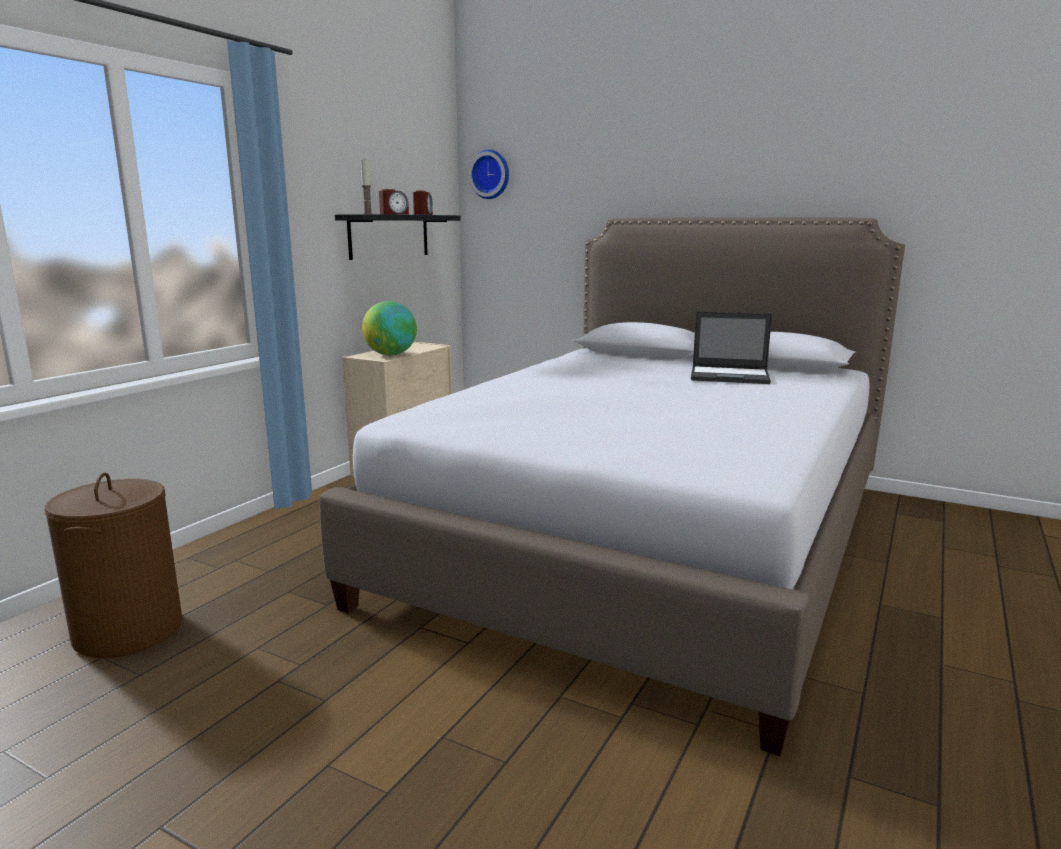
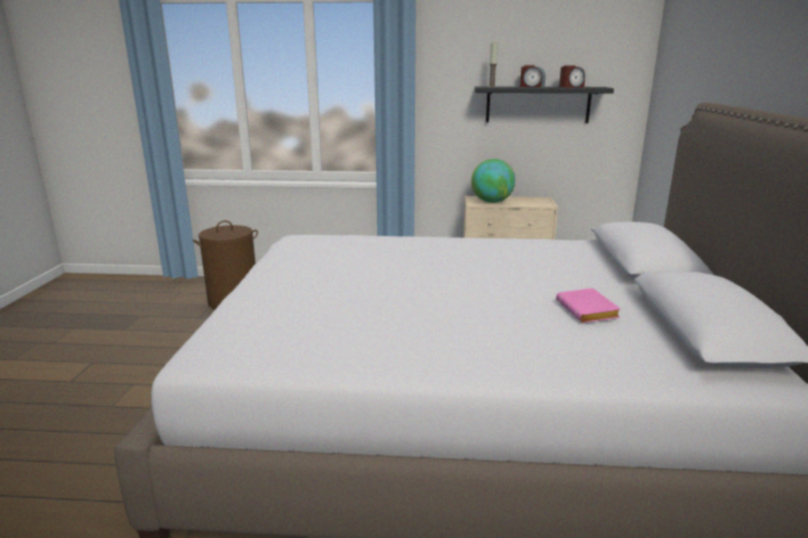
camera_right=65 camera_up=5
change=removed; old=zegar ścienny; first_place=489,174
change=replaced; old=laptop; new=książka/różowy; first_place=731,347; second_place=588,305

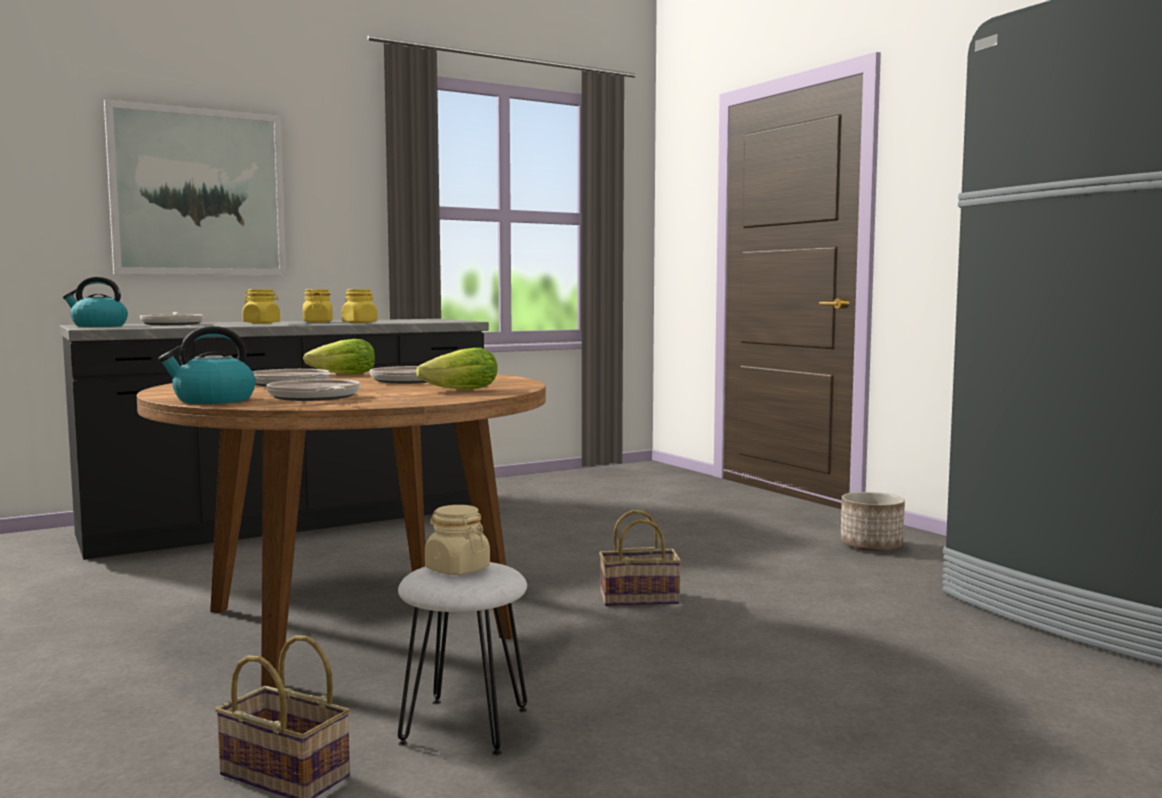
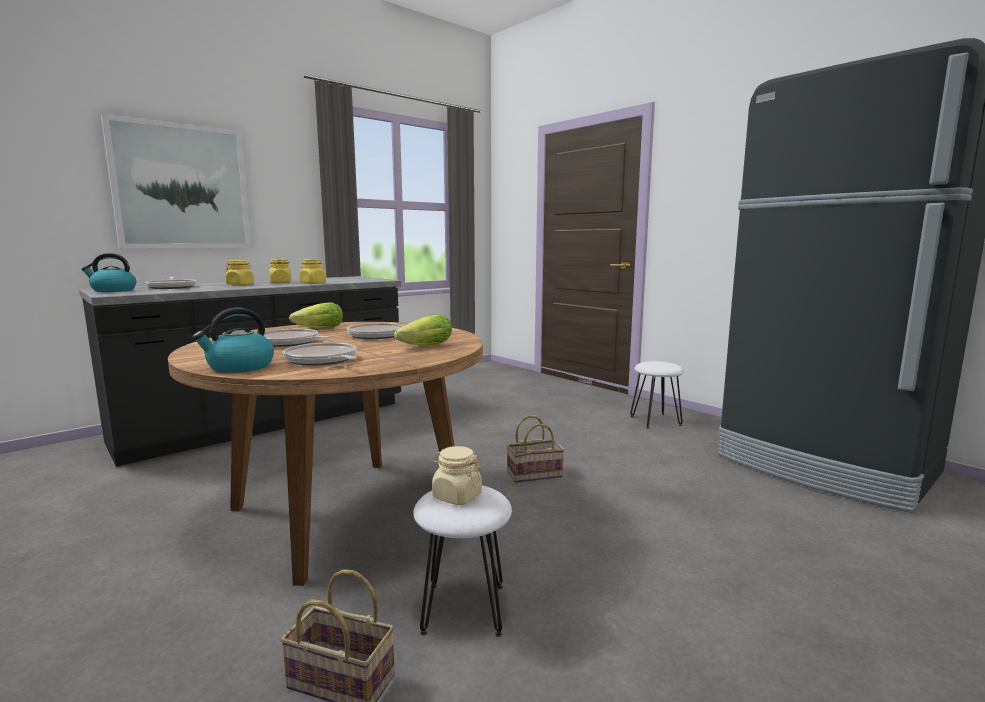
camera_right=-10 camera_up=5
change=replaced; old=donica; new=stołek/biały; first_place=872,521; second_place=657,394

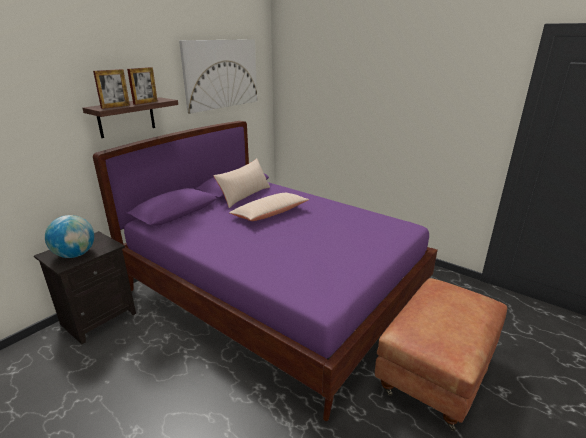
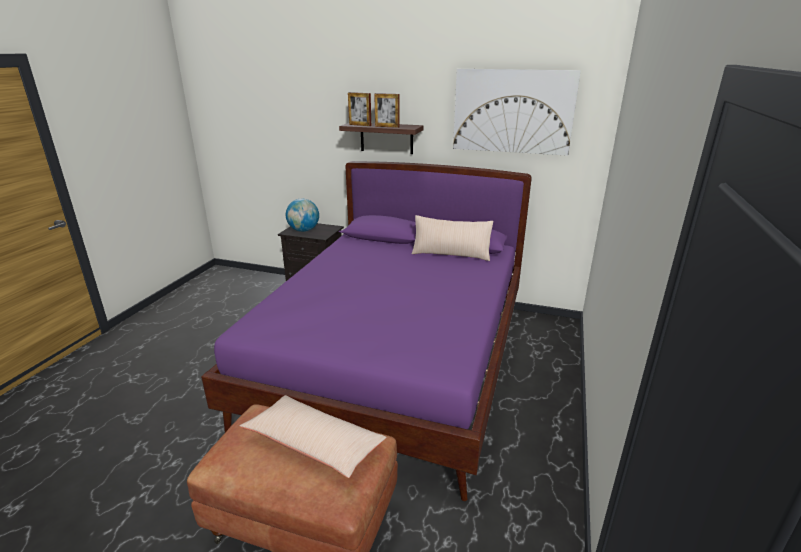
camera_right=70 camera_up=0
change=moved; old=poduszka/beżowy; first_place=269,207; second_place=313,436

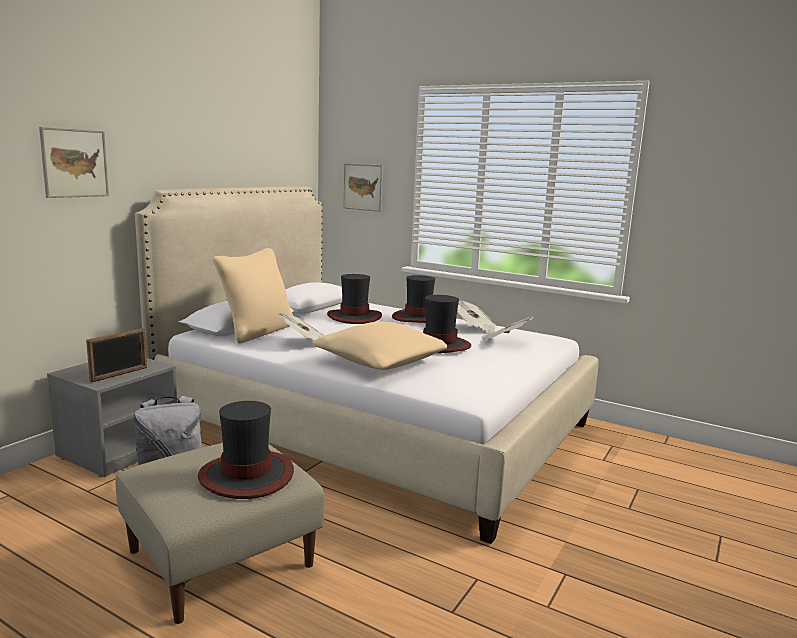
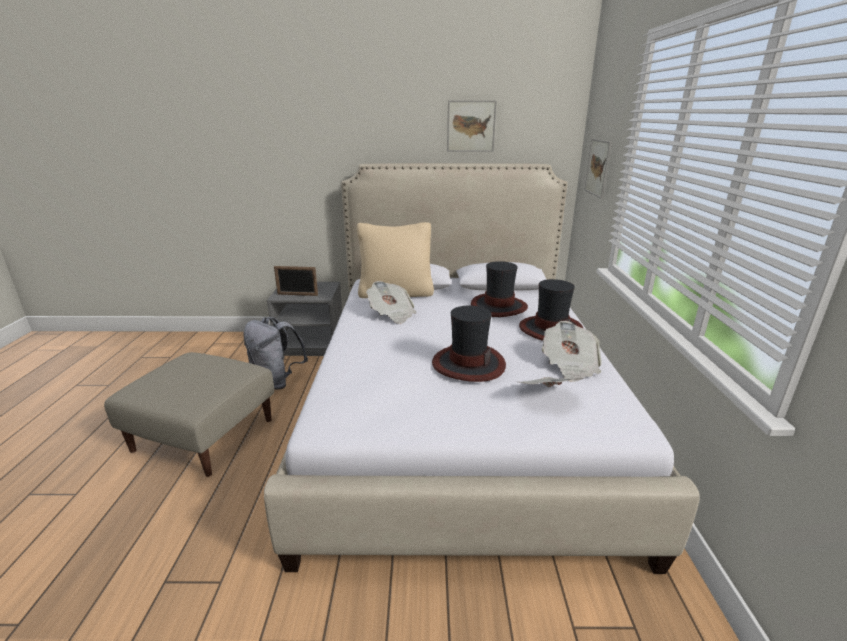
camera_right=60 camera_up=10
change=moved; old=obraz; first_place=74,162; second_place=472,126
change=removed; old=poduszka/beżowy; first_place=380,345
change=removed; old=kapelusz; first_place=246,450

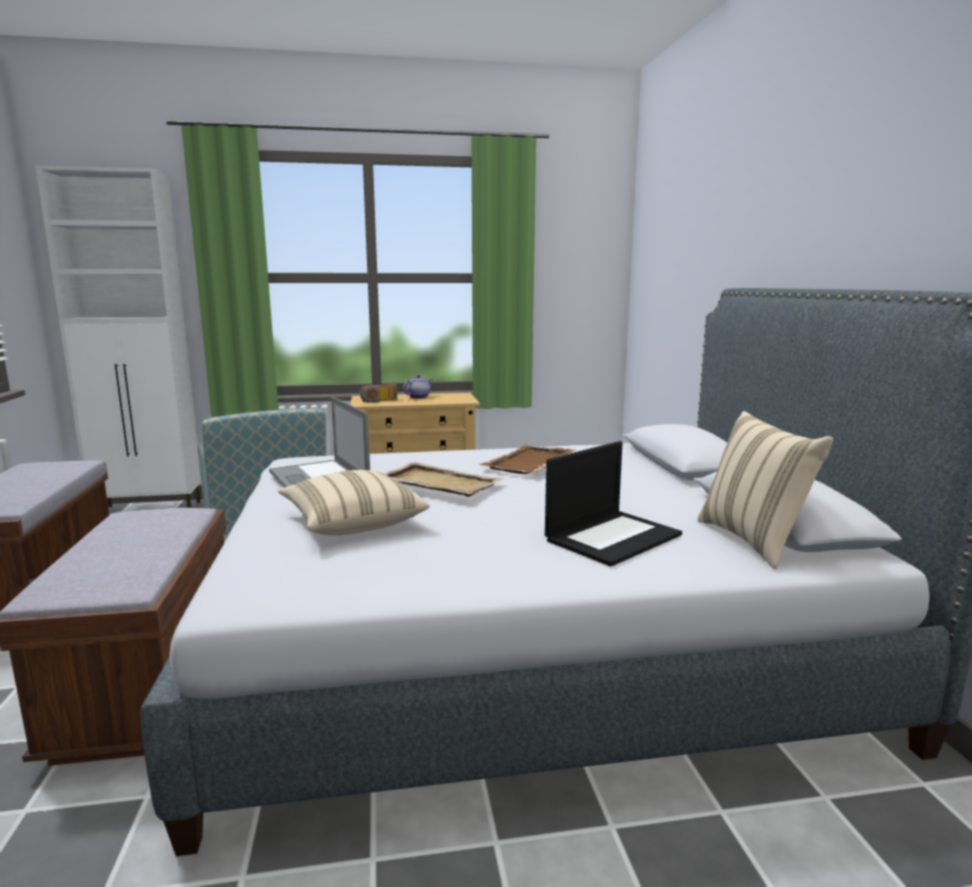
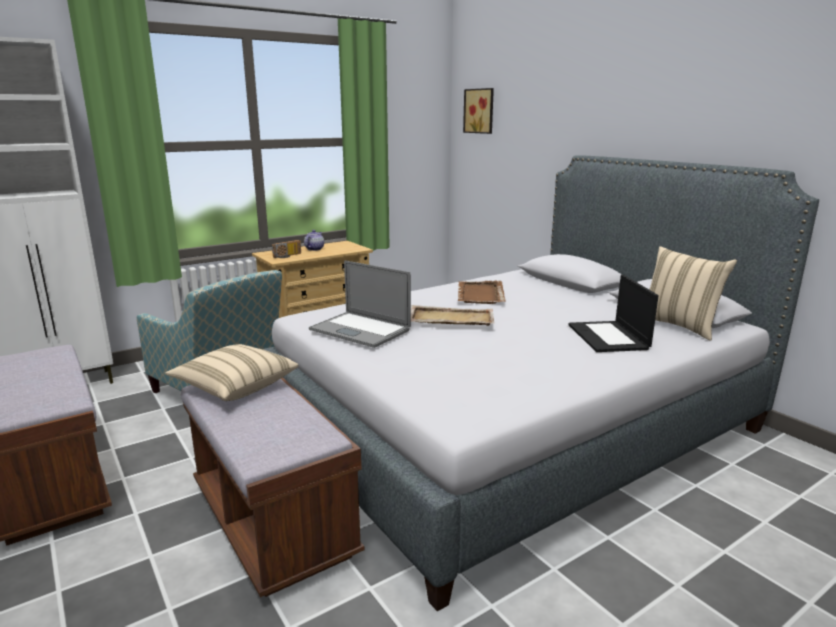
camera_right=-25 camera_up=5
change=turned; old=laptop; first_place=613,504; second_place=613,313; degrees=150
change=moved; old=poduszka/beżowy; first_place=354,502; second_place=232,372
change=added; new=obraz; second_place=478,111

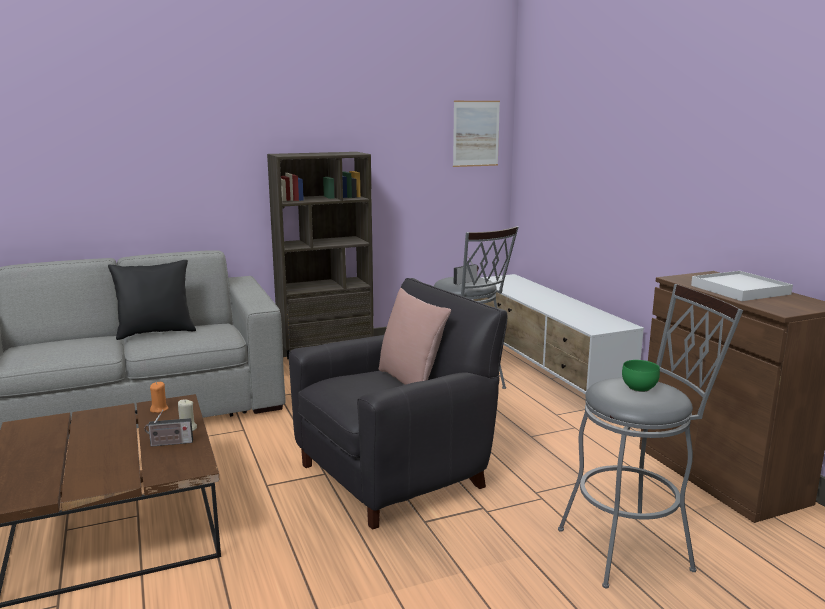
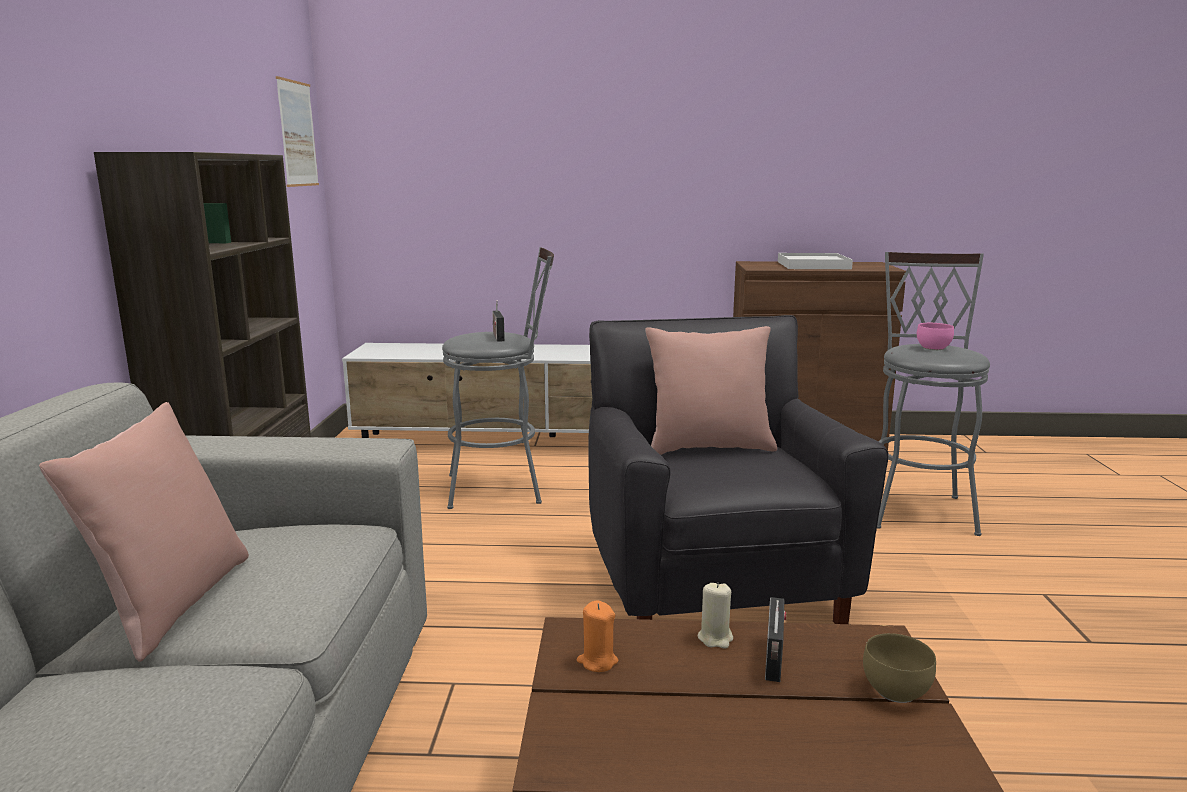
camera_right=-65 camera_up=0
change=recoloured; old=poduszka/czarny; new=poduszka/różowy; first_place=152,300; second_place=144,532
change=recoloured; old=miska/zielony; new=miska/różowy; first_place=641,376; second_place=935,336
change=added; new=miska/brązowy; second_place=899,668

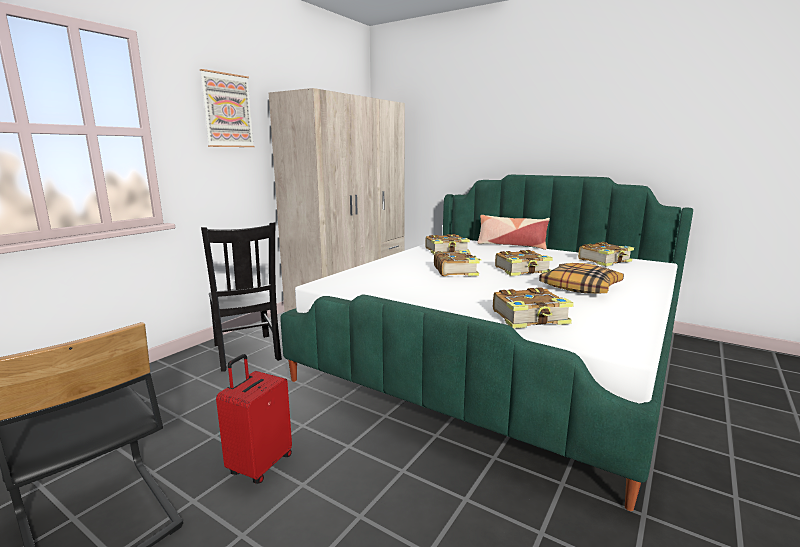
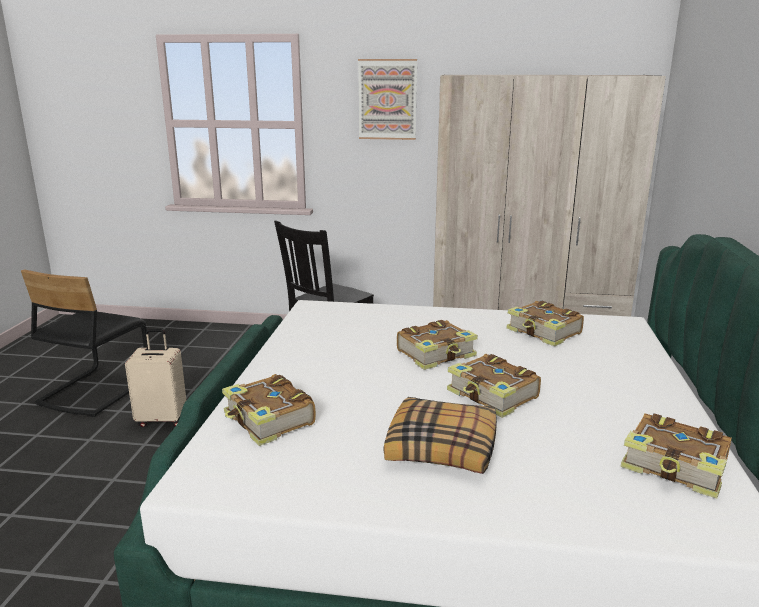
camera_right=65 camera_up=5
change=removed; old=poduszka; first_place=513,232
change=recoloured; old=walizka/czerwony; new=walizka/beżowy; first_place=254,419; second_place=155,378

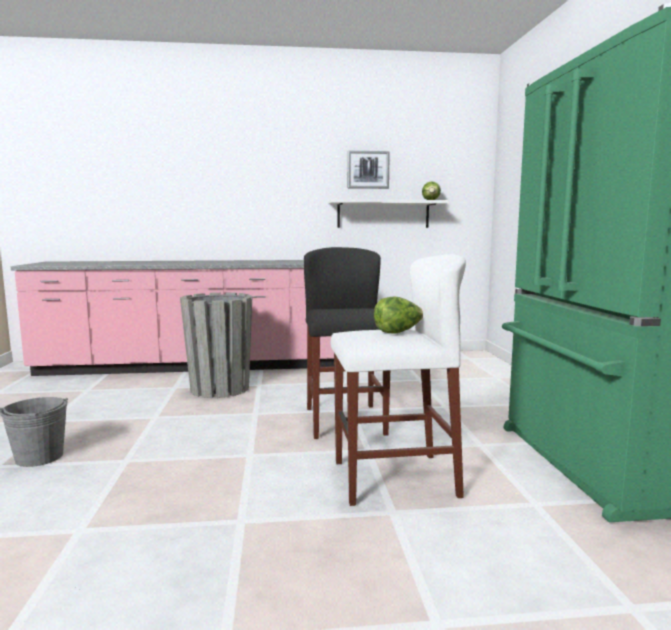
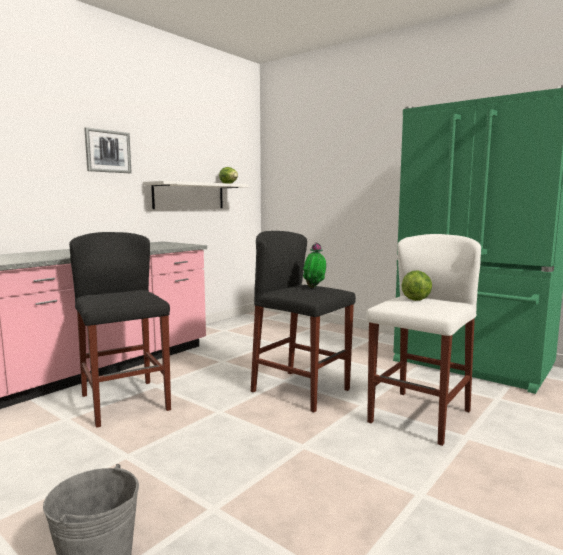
camera_right=-45 camera_up=0
change=moved; old=obraz; first_place=369,170; second_place=108,150
change=replaced; old=donica/szary; new=stołek/czarny; first_place=216,345; second_place=120,330
change=added; new=roślina doniczkowa; second_place=314,265

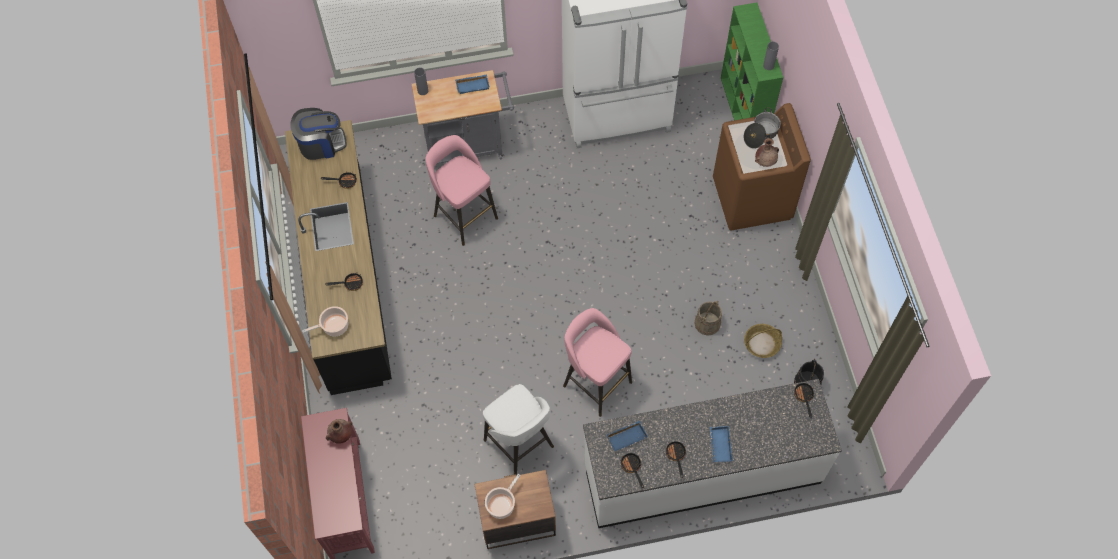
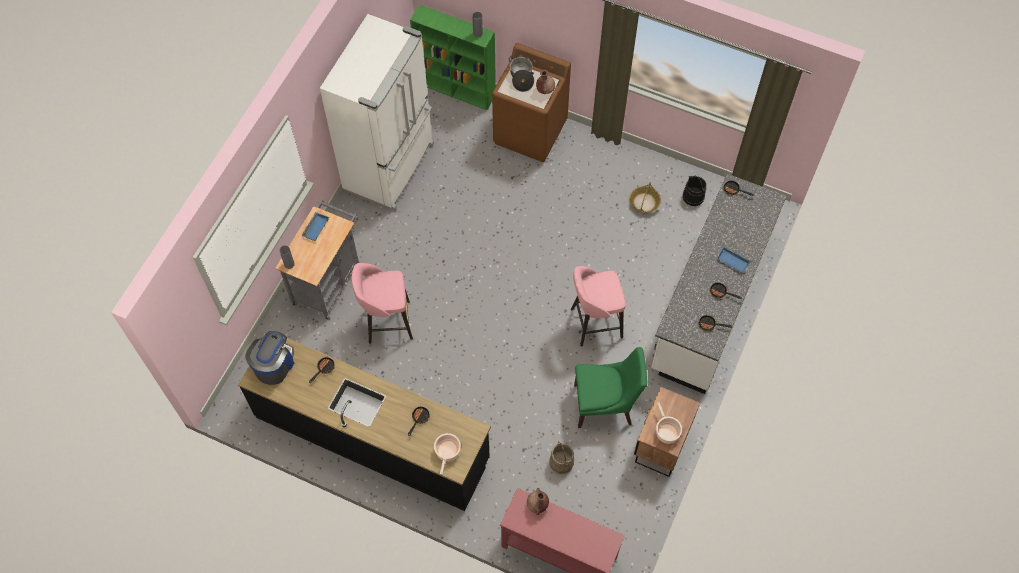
camera_right=-55 camera_up=0
change=moved; old=wiadro/beżowy; first_place=708,318; second_place=561,457
change=replaced; old=stołek/biały; new=krzesło/zielony; first_place=518,430; second_place=610,387
change=removed; old=taca/niebieski; first_place=627,436

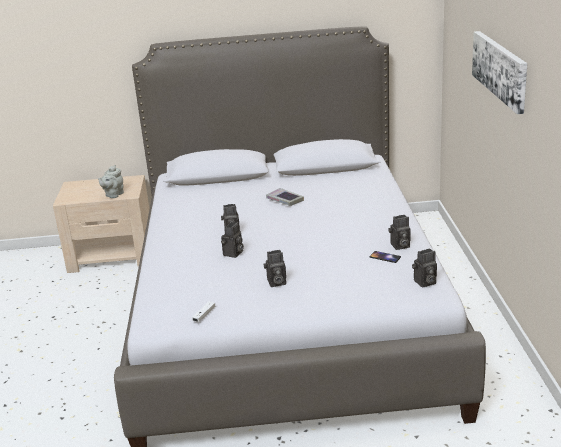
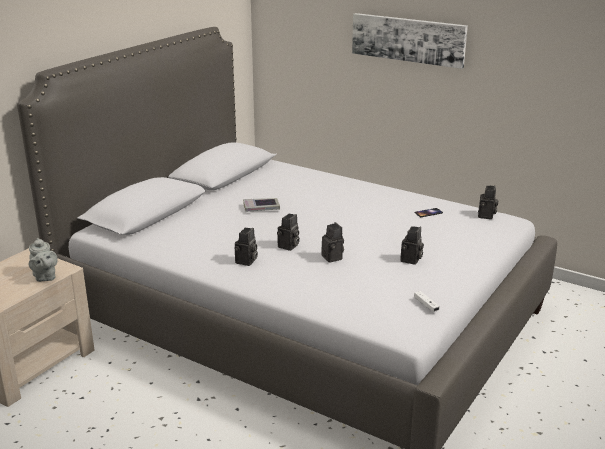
camera_right=-55 camera_up=0
change=moved; old=aparat fotograficzny; first_place=399,232; second_place=246,247

